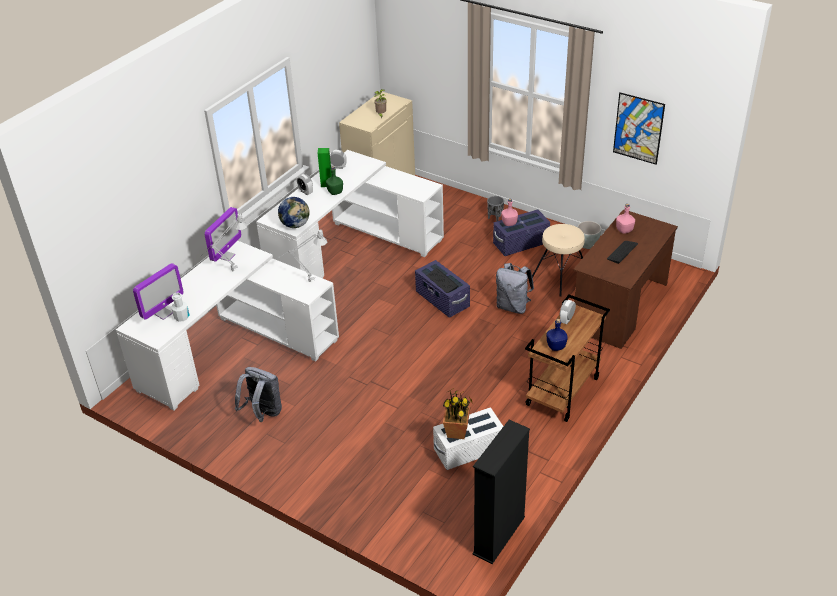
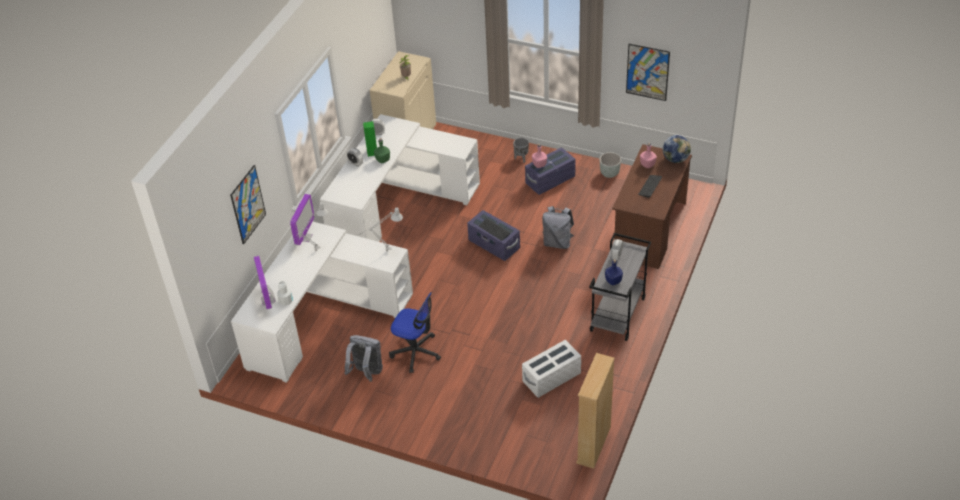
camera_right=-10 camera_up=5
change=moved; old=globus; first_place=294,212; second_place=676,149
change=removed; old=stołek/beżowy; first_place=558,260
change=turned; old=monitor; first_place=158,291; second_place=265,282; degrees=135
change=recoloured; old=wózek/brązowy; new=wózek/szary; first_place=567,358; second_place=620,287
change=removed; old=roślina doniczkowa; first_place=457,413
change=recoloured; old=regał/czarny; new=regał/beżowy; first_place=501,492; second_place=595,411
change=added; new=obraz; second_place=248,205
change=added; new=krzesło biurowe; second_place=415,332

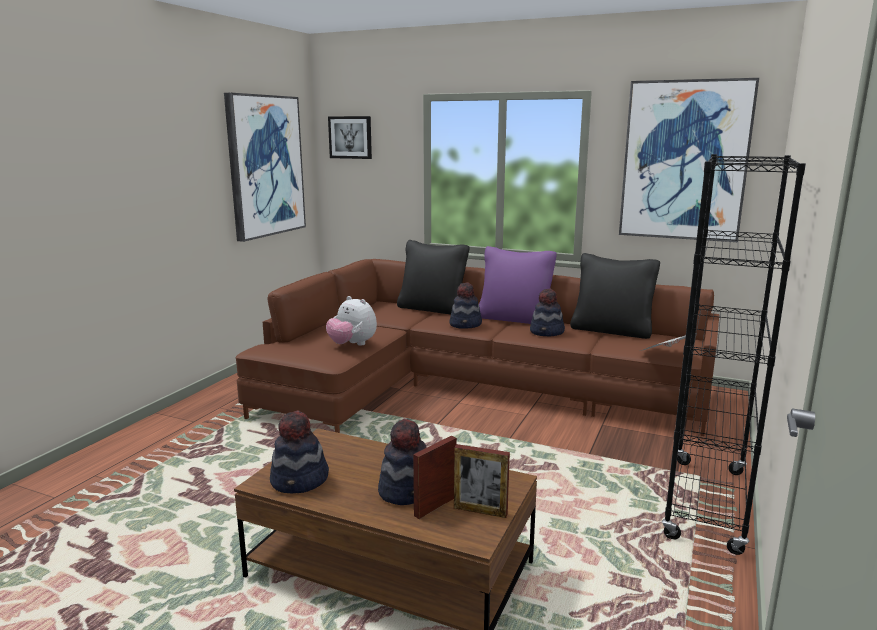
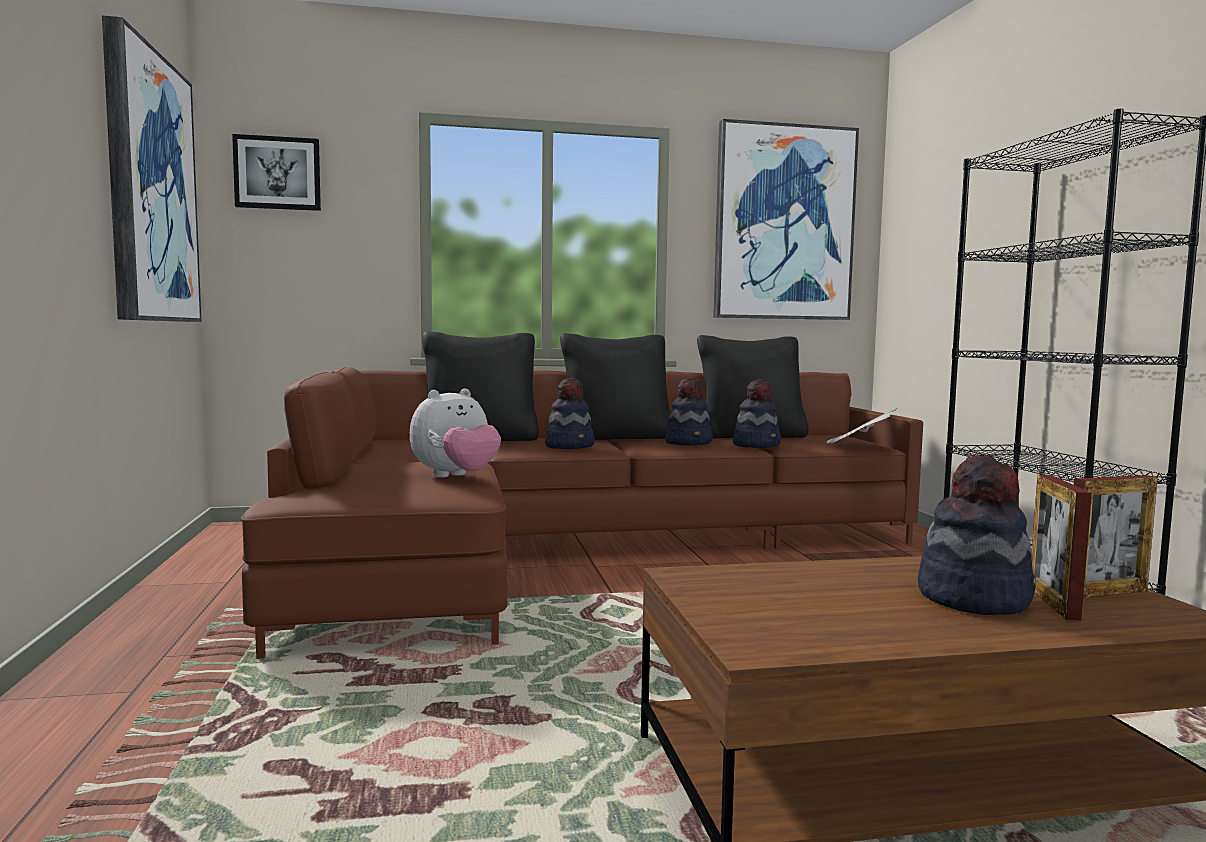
camera_right=-35 camera_up=-10
change=recoloured; old=poduszka/fioletowy; new=poduszka/czarny; first_place=518,285; second_place=615,386
change=turned; old=pluszak; first_place=351,321; second_place=455,433; degrees=-45
change=moved; old=kapelusz; first_place=299,452; second_place=757,413

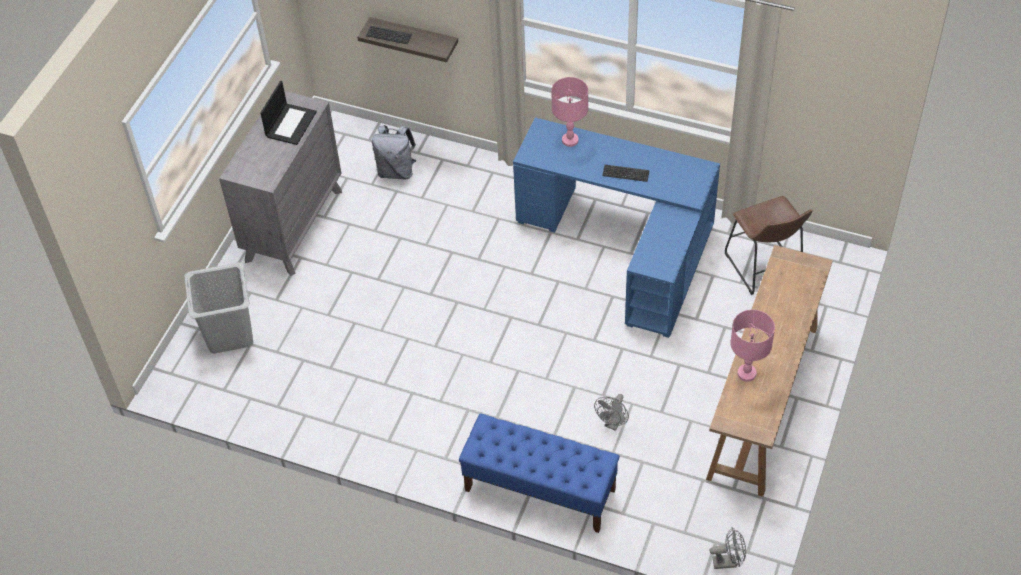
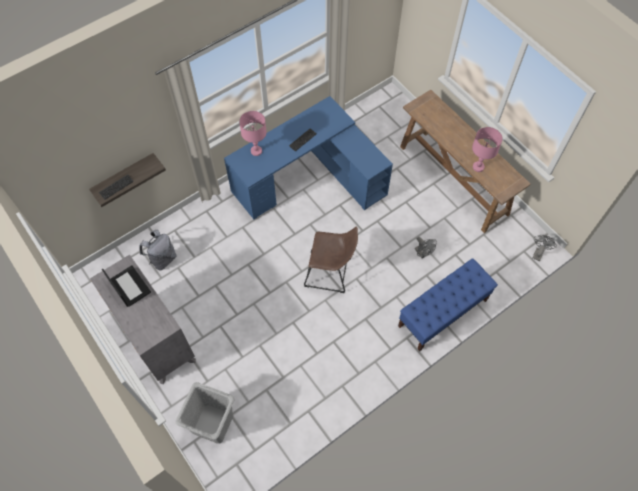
camera_right=-60 camera_up=10
change=moved; old=stołek/brązowy; first_place=769,245; second_place=331,260

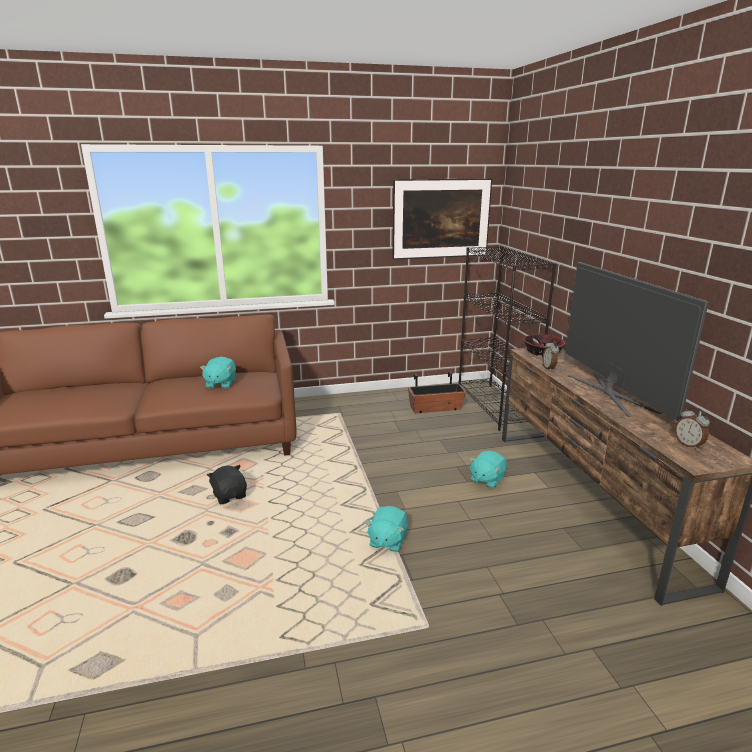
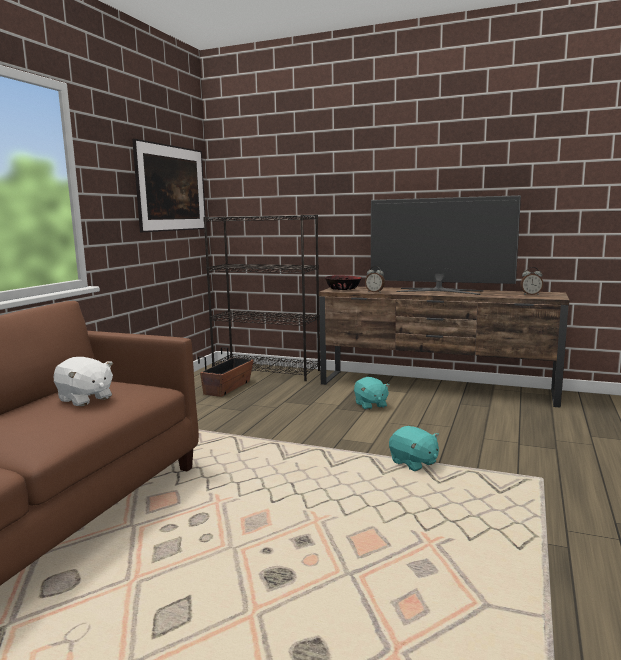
camera_right=-55 camera_up=-10
change=recoloured; old=pluszak/turkusowy; new=pluszak/biały; first_place=218,373; second_place=83,381
change=removed; old=pluszak/czarny; first_place=227,484

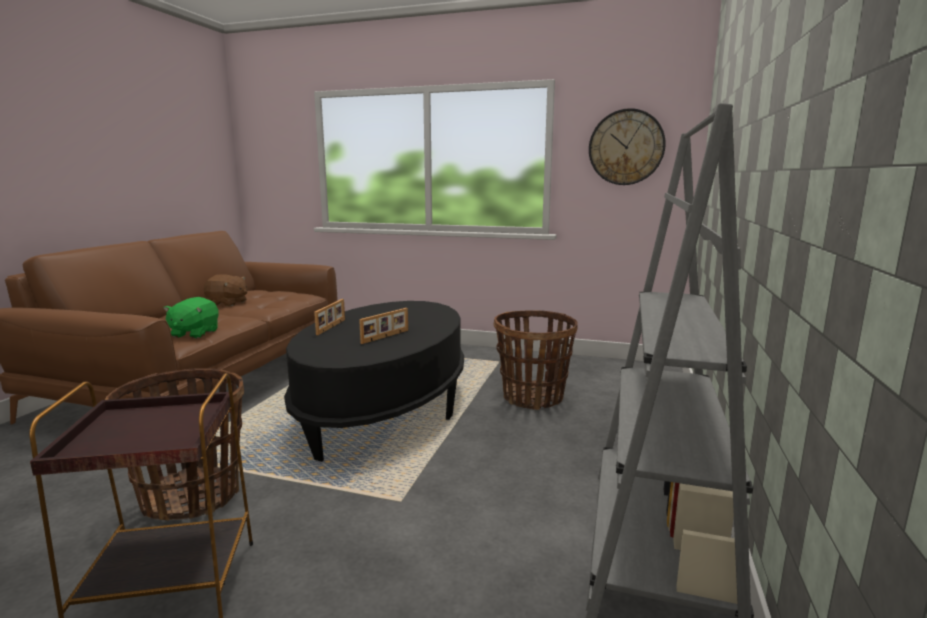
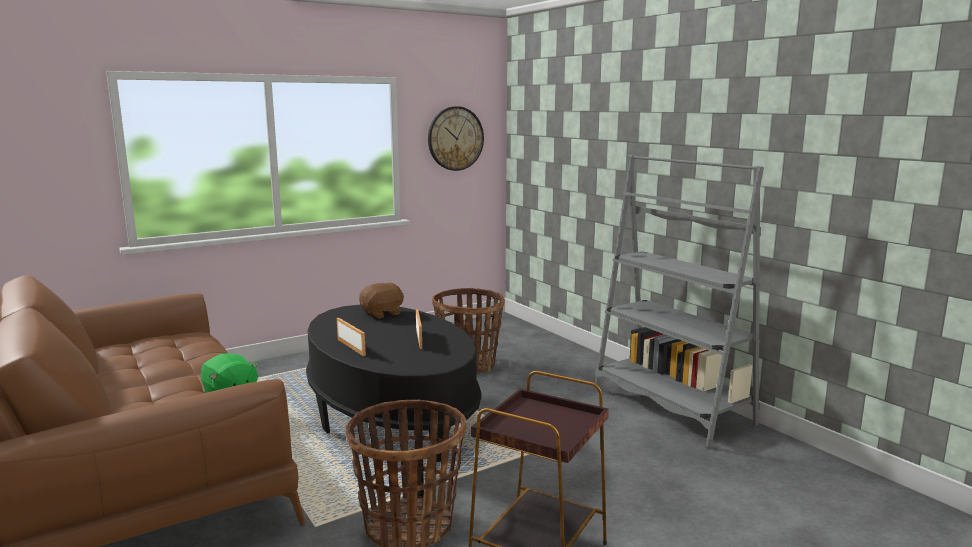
camera_right=-50 camera_up=0
change=moved; old=pluszak/brązowy; first_place=226,290; second_place=381,300

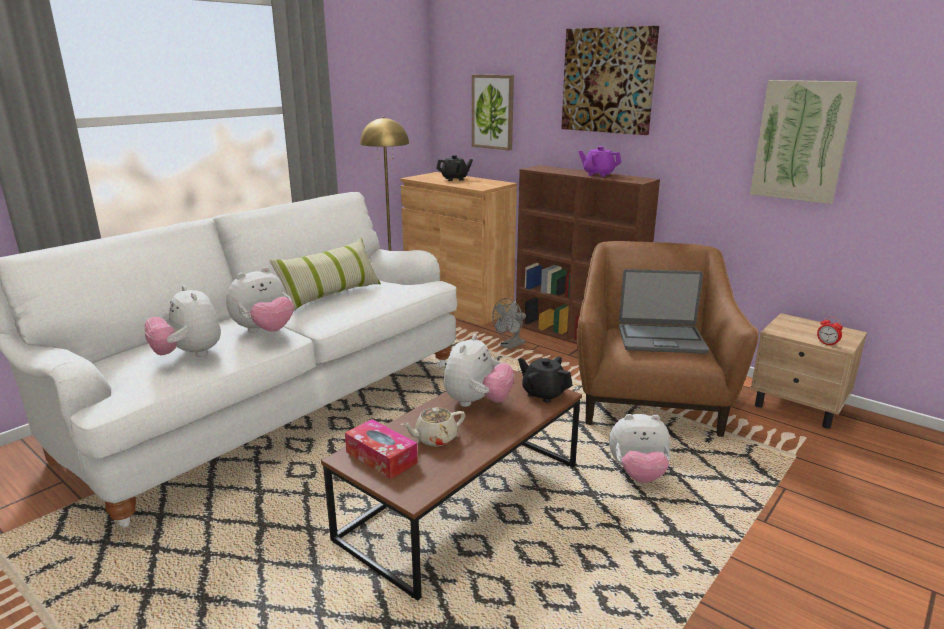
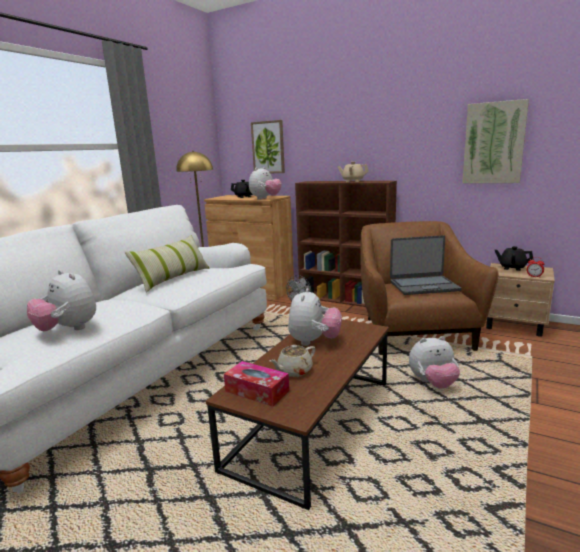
camera_right=-10 camera_up=-5
change=removed; old=obraz; first_place=610,80
change=recoloured; old=imbryk/fioletowy; new=imbryk/beżowy; first_place=599,161; second_place=353,171
change=moved; old=pluszak; first_place=260,300; second_place=265,183
change=moved; old=imbryk/czarny; first_place=545,379; second_place=514,258

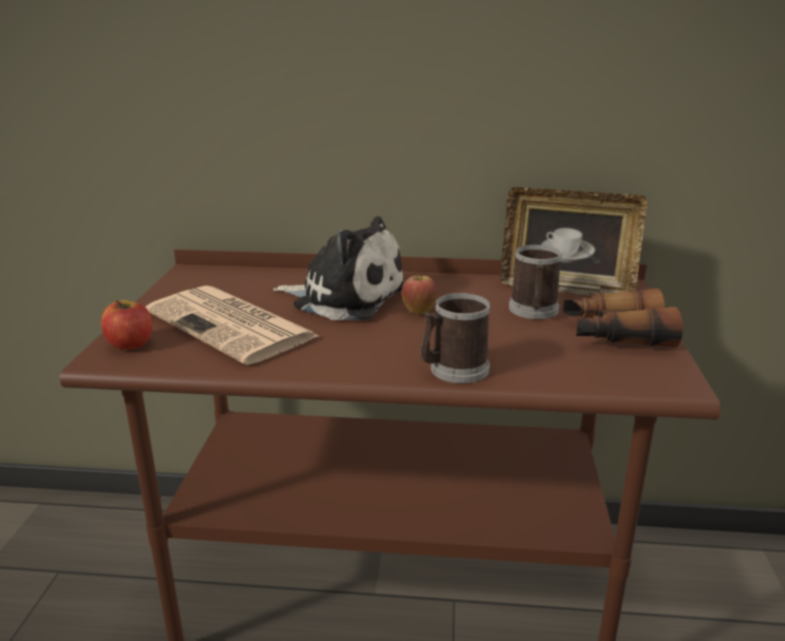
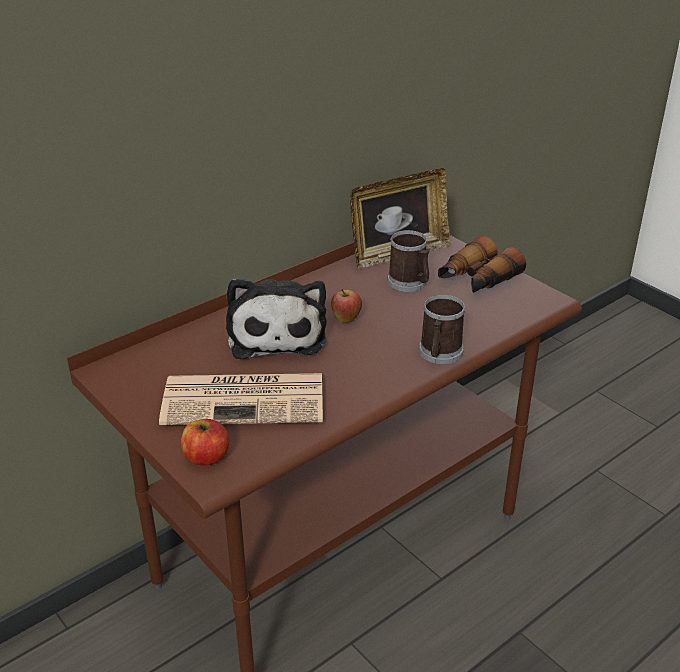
camera_right=-45 camera_up=10
change=turned; old=pluszak; first_place=338,268; second_place=276,318; degrees=105

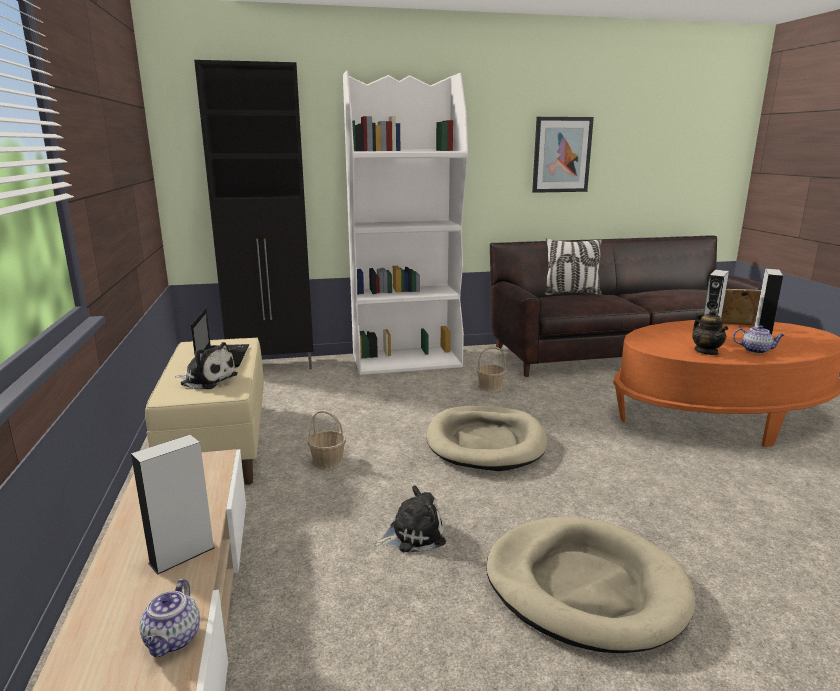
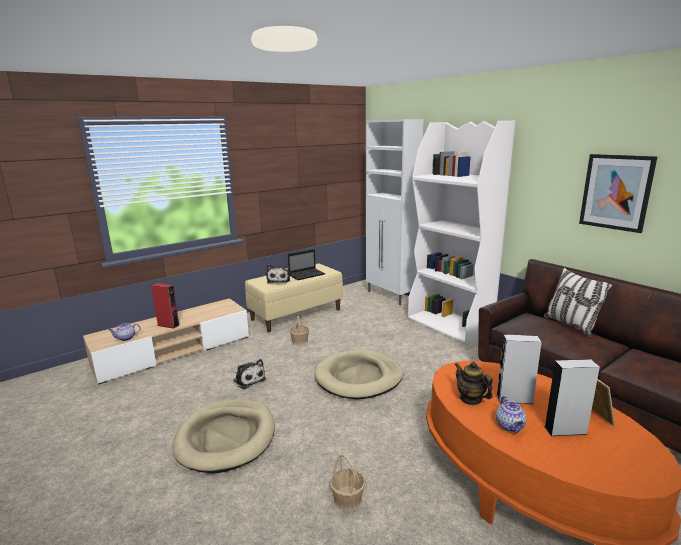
camera_right=65 camera_up=0
change=recoloured; old=szafka/czarny; new=szafka/biały; first_place=254,214; second_place=395,212
change=turned; old=imbryk; first_place=710,332; second_place=474,383; degrees=90
change=moved; old=koszyk; first_place=491,369; second_place=347,482
change=recoloured; old=głośnik/szary; new=głośnik/czerwony; first_place=173,505; second_place=165,306

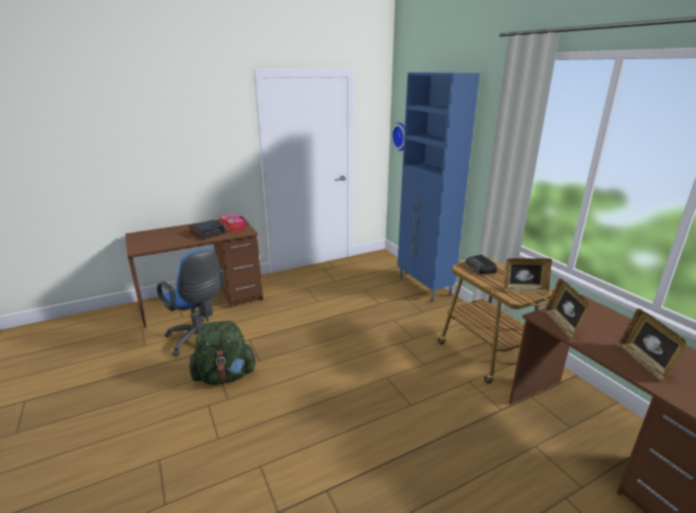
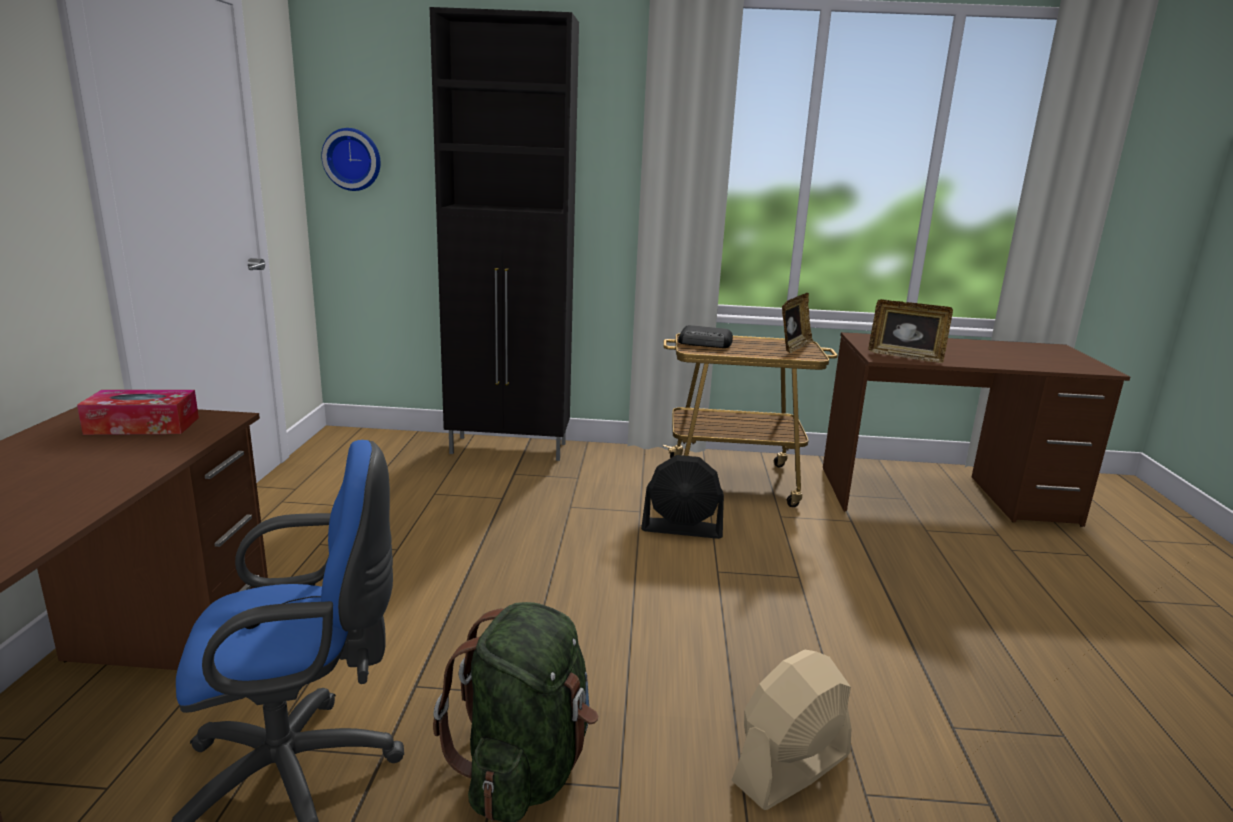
camera_right=-60 camera_up=-5
change=recoloured; old=szafka/niebieski; new=szafka/czarny; first_place=438,187; second_place=504,234
change=removed; old=budzik; first_place=207,229
change=removed; old=ramka na zdjęcie; first_place=652,345
change=added; new=wentylator/czarny; second_place=682,497
change=added; new=wentylator/beżowy; second_place=791,729

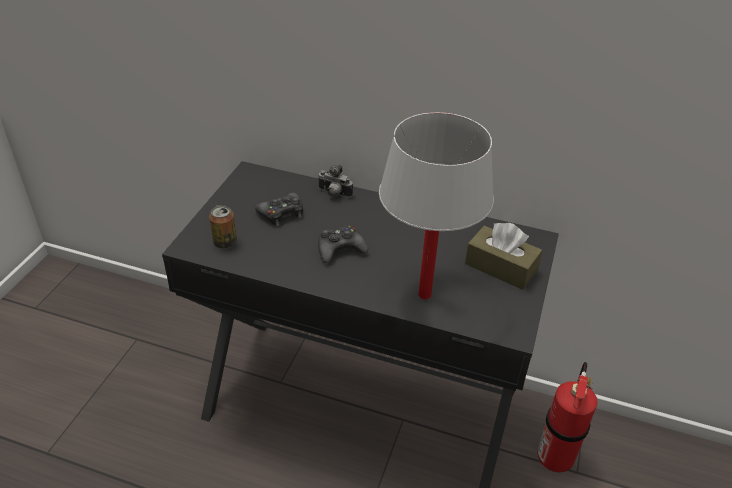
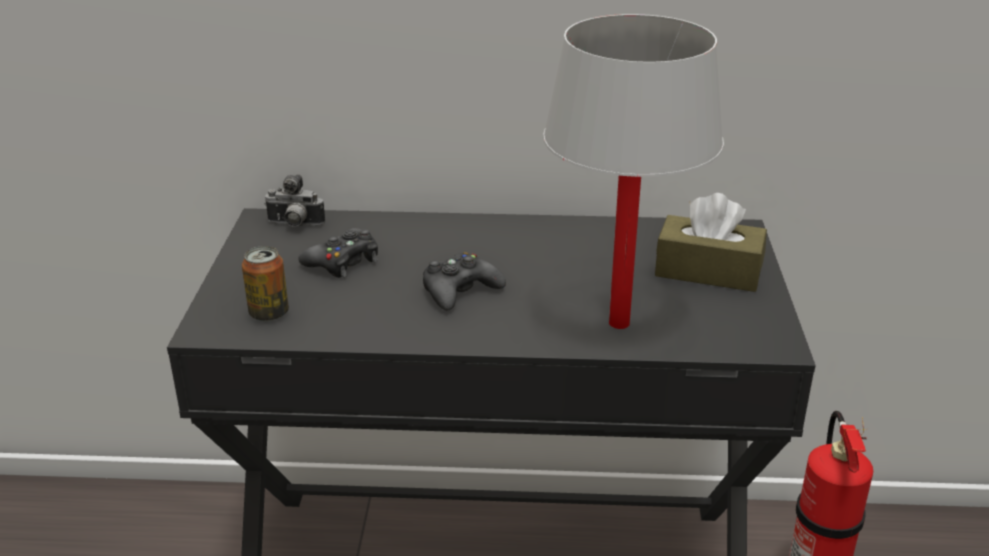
camera_right=-15 camera_up=-10
change=moved; old=aparat fotograficzny; first_place=335,181; second_place=294,200

